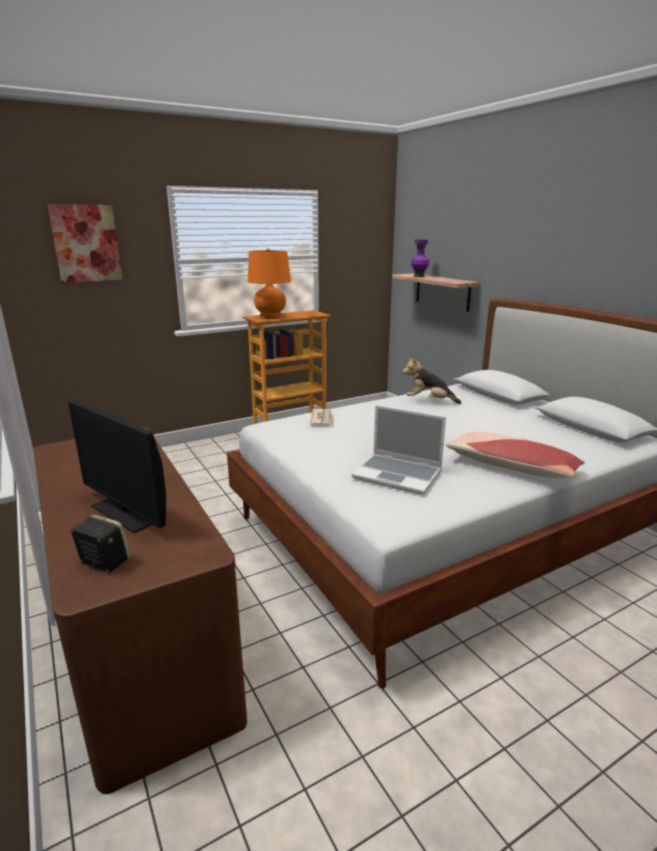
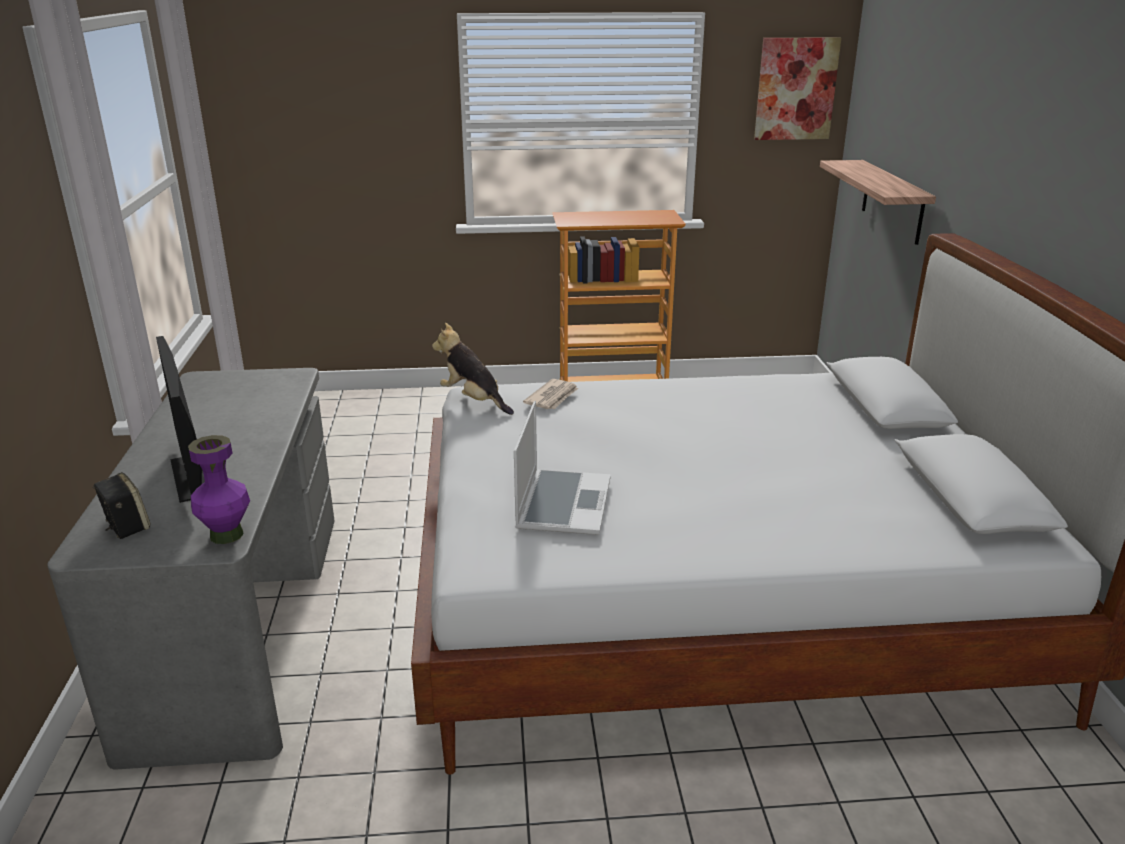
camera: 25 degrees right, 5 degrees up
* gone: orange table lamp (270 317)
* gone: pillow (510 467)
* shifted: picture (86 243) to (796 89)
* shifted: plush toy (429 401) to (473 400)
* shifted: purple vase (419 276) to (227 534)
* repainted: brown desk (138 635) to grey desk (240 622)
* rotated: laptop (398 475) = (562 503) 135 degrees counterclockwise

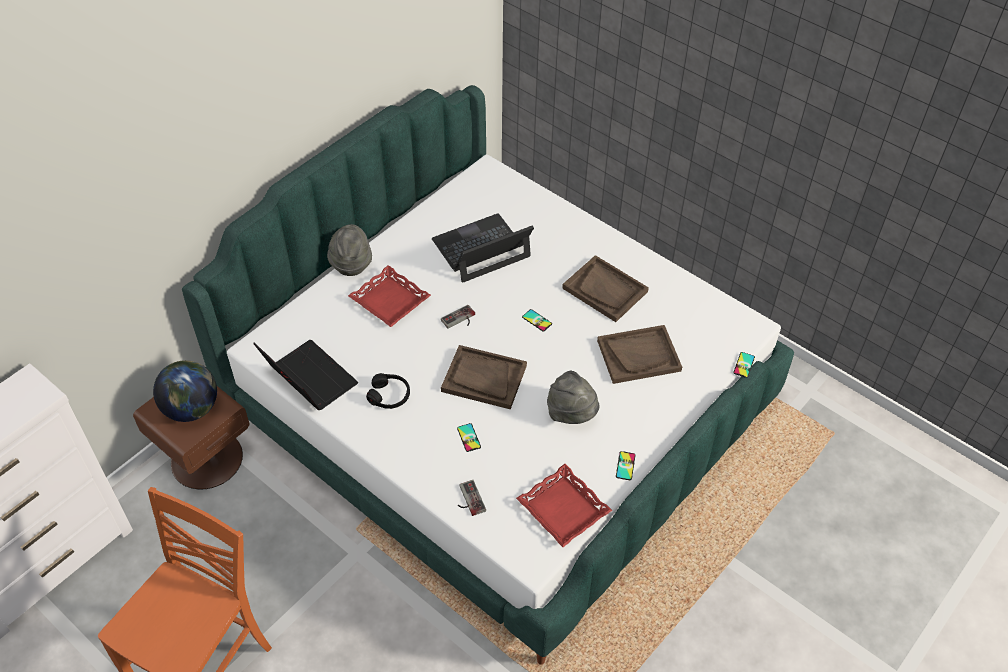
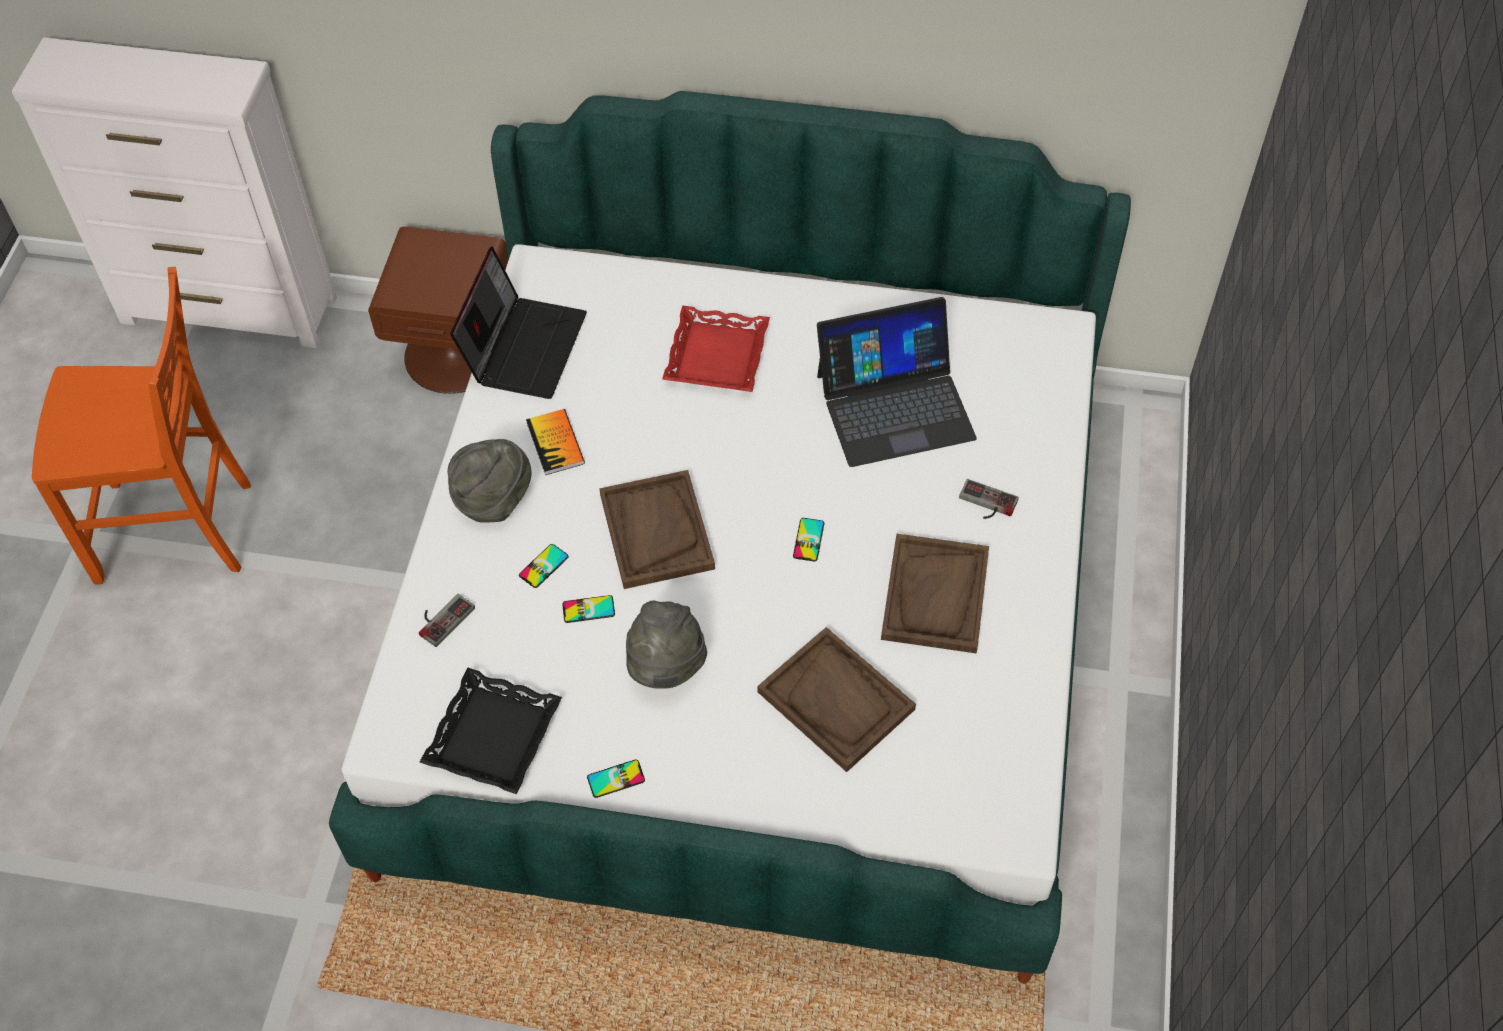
camera: 60 degrees right, 5 degrees up
* gone: globe (192 408)
* shifted: grey hat (351 263) to (493 499)
* shifted: game controller (460 320) to (986 504)
* shifted: phone (744 365) to (588 609)
* swapped: black headphones (389 395) to book (555 443)
* repainted: red tray (562 509) to black tray (492 735)
* rotated: laptop (481 249) = (894 405) 135 degrees clockwise

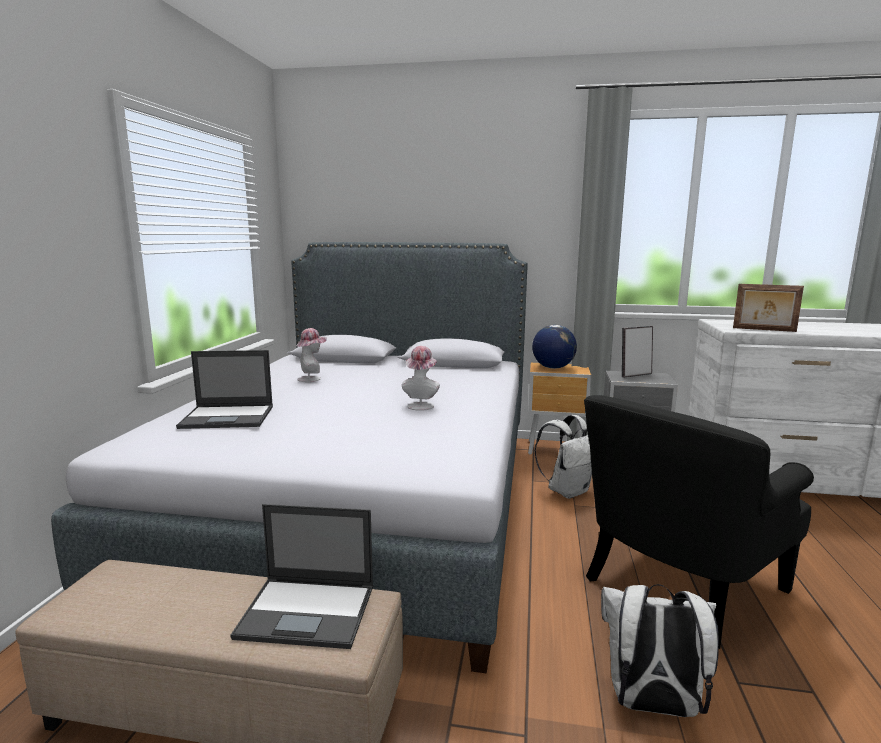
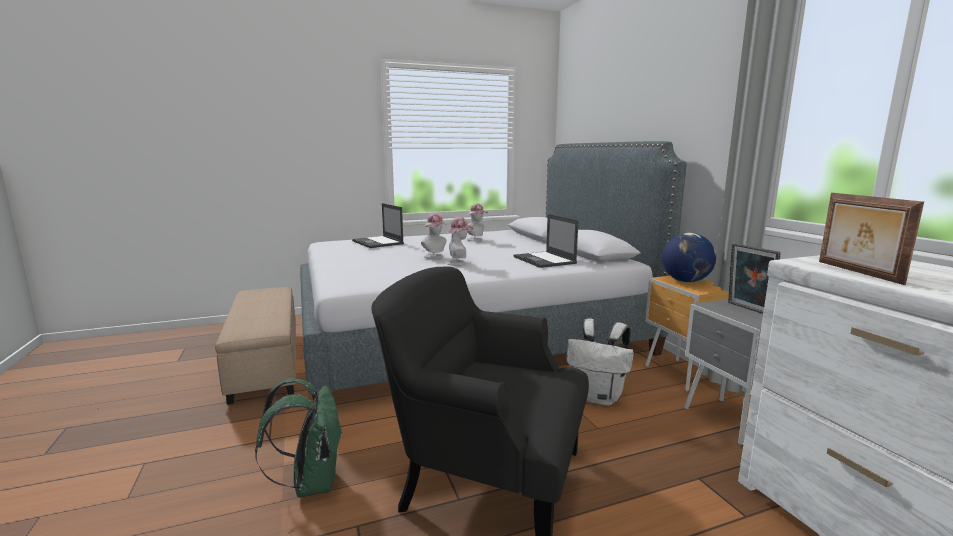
camera: 60 degrees right, 0 degrees up
* new: hat (435 257)
* shifted: laptop (309 611) to (545 260)
* repainted: white backpack (651 705) to green backpack (311 482)
* rotated: picture frame (635 375) = (748 309) 150 degrees counterclockwise

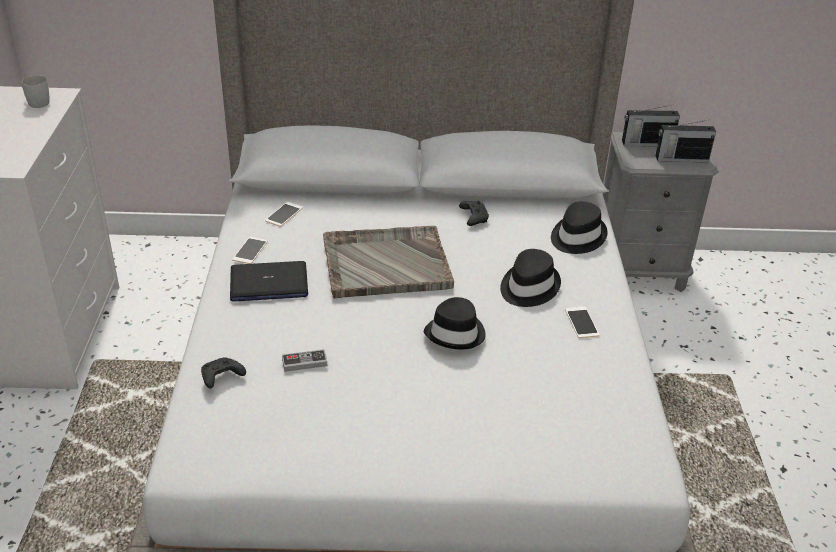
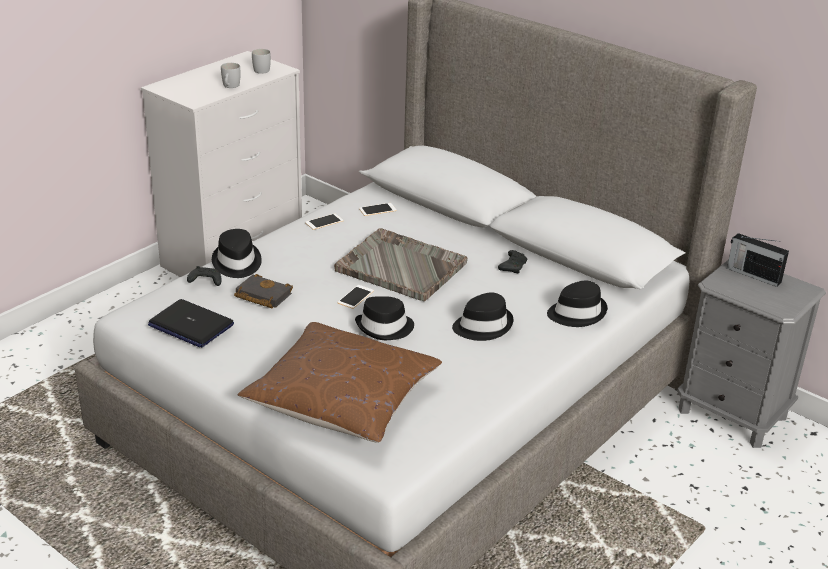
camera: 40 degrees right, 5 degrees down
* gone: radio (680 158)
* new: black hat (236 263)
* new: white mug (230 86)
* new: brown pillow (342 400)
* shifted: laptop (268 283) to (190 325)
* shifted: phone (581 322) to (355 297)
* swapped: game controller (304 362) to black book (261 296)

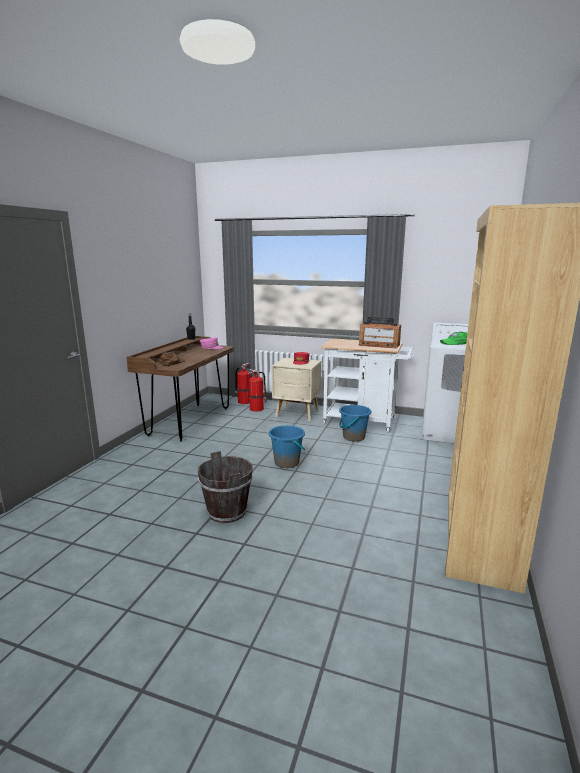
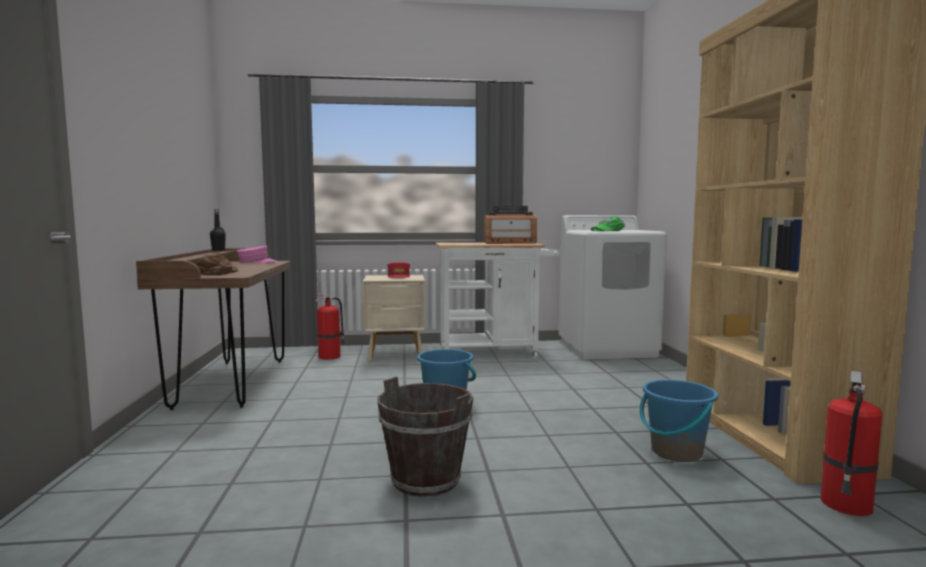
camera: 25 degrees left, 10 degrees down
* shifted: fire extinguisher (243 402) to (846 505)
* shifted: blue bucket (353 437) to (676 452)

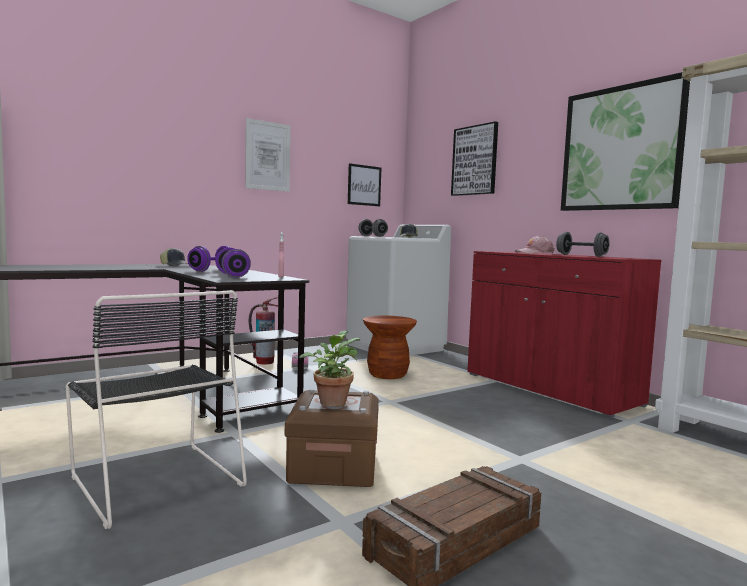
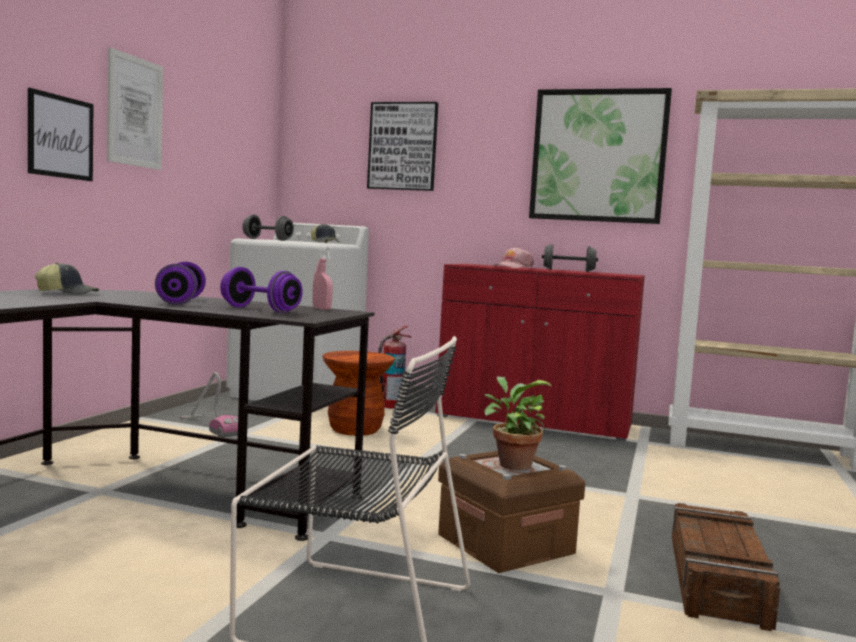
camera: 35 degrees left, 0 degrees up
* shifted: fire extinguisher (264 362) to (391 406)
* shifted: picture (364 185) to (60 137)

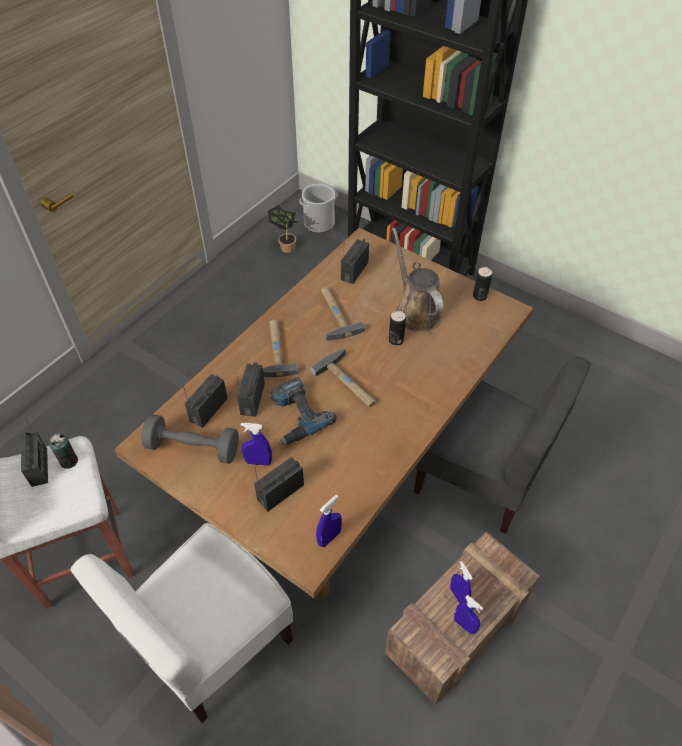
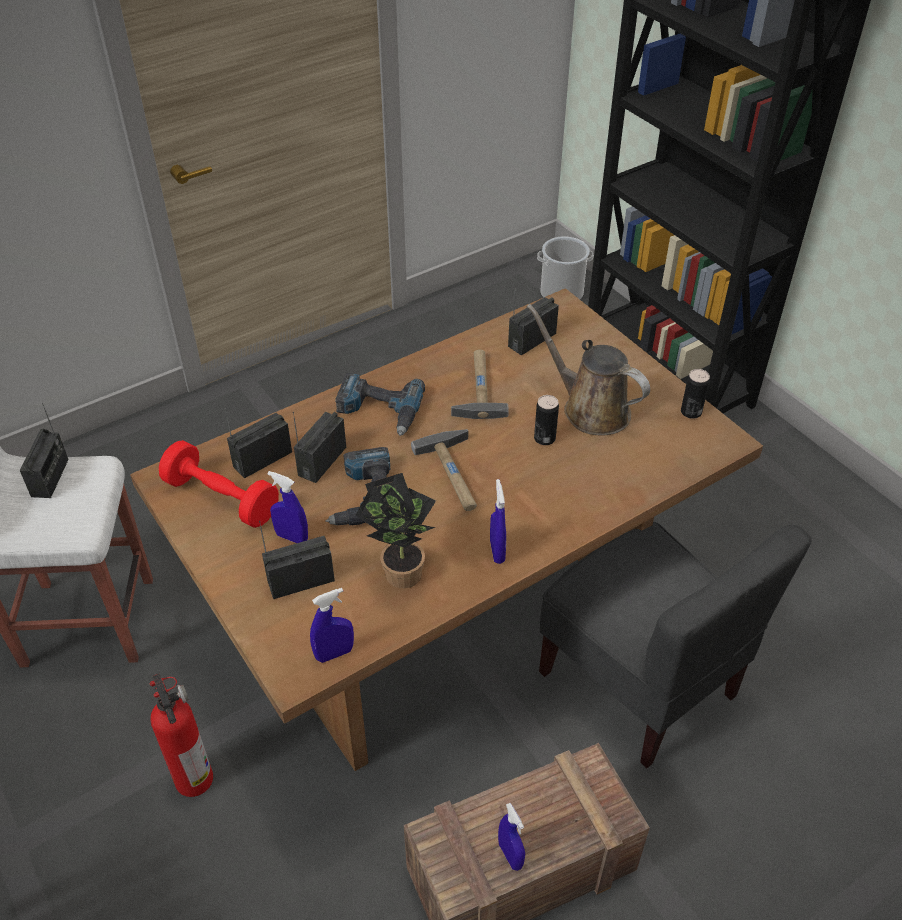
camera: 20 degrees right, 5 degrees down
* gone: can (69 461)
* shifted: potted plant (285 247) to (399 570)
* shifted: blue spray bottle (458 595) to (497 551)
* swapped: white chair (213 643) to fire extinguisher (193 776)
* swapped: hammer (274 350) to power drill (379 410)
* repainted: grey dumbbell (193 448) to red dumbbell (222 498)
* rotated: brown watering can (416 311) = (590 409) 45 degrees counterclockwise

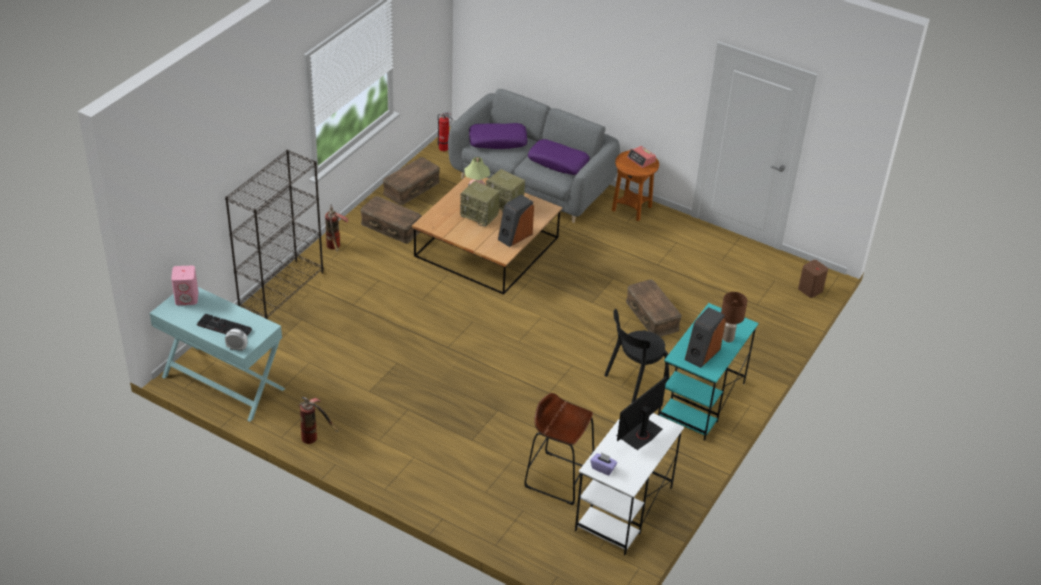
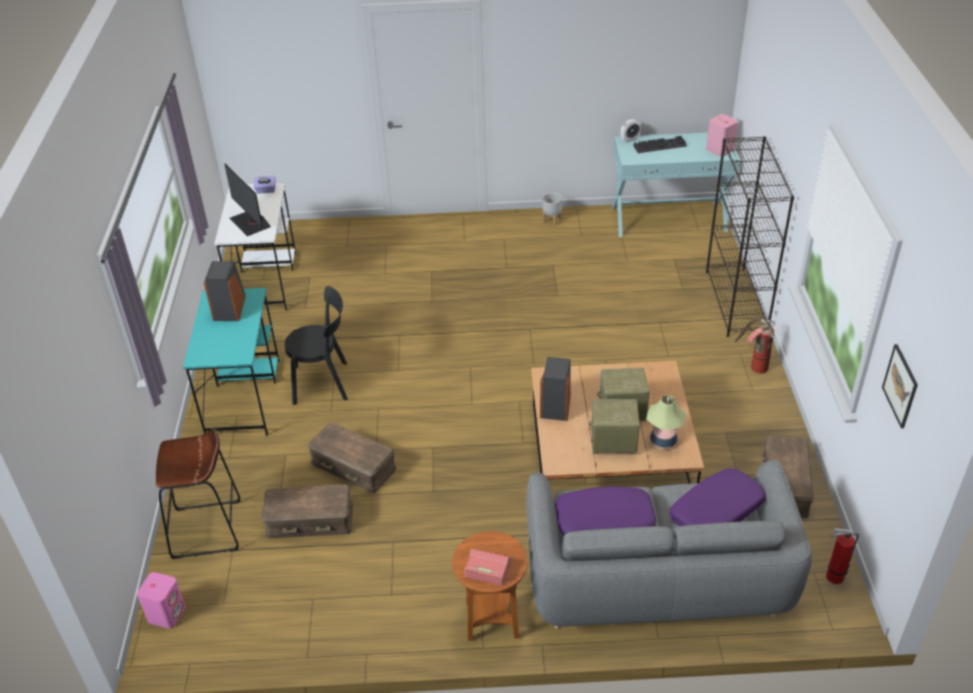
camera: 150 degrees right, 0 degrees up
* gone: brown table lamp (728 338)
* new: picture (900 386)
* shifted: brown storage box (391 226) to (309 520)
* shifted: brown stool (559 478) to (207 529)
* swapped: fire extinguisher (315 437) to grey planter (552 219)
* repainted: brown speaker (810 290) to pink speaker (167 613)
* rotated: black chair (634 382) = (324 383) 60 degrees clockwise
* rotated: monitor (640 433) = (251 223) 135 degrees clockwise

